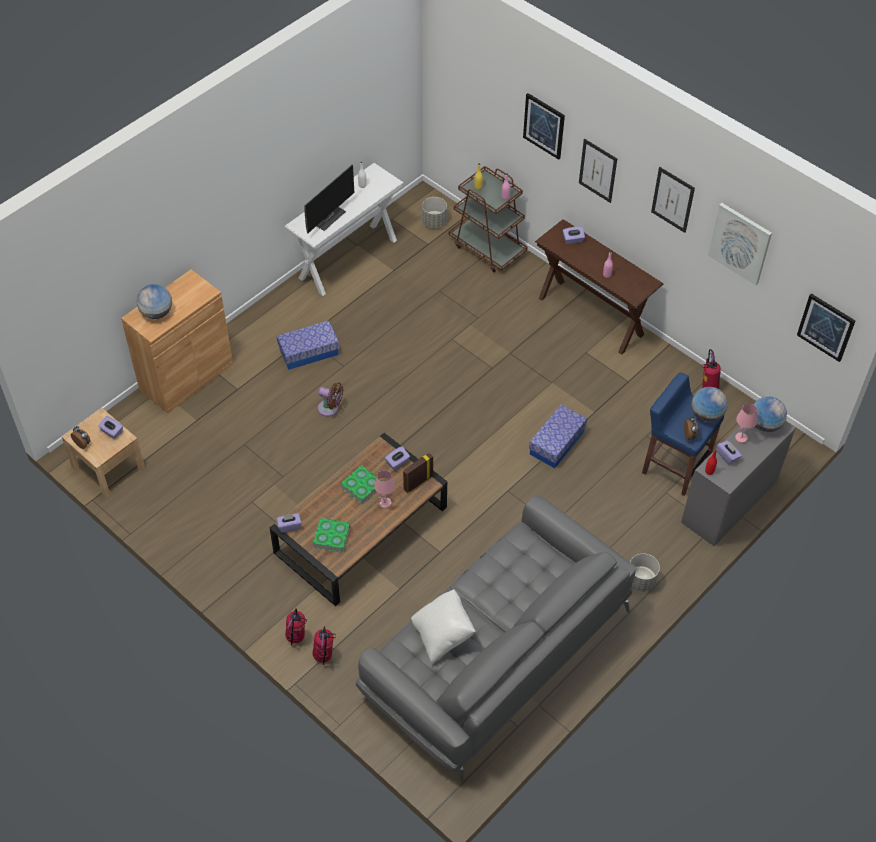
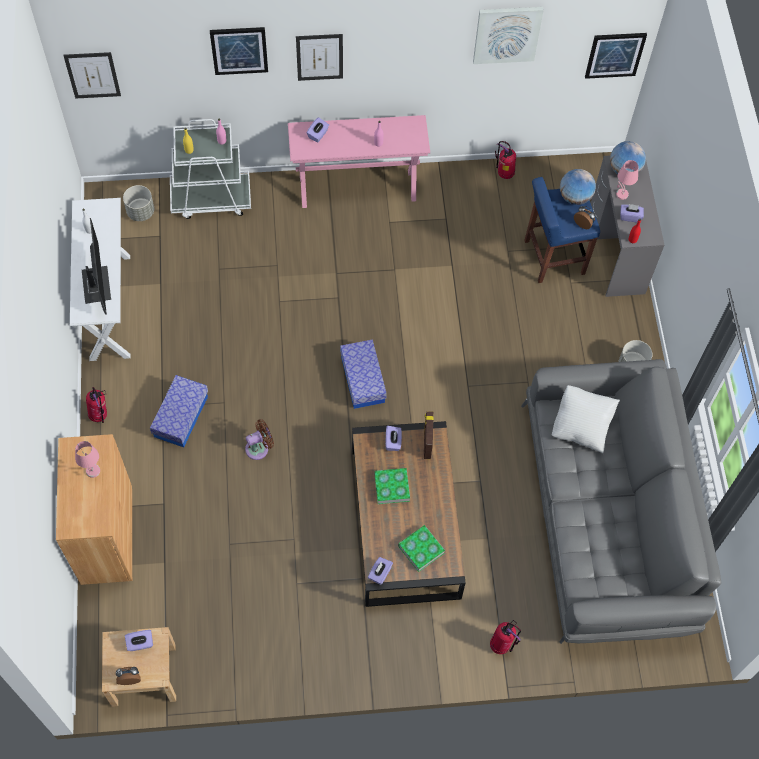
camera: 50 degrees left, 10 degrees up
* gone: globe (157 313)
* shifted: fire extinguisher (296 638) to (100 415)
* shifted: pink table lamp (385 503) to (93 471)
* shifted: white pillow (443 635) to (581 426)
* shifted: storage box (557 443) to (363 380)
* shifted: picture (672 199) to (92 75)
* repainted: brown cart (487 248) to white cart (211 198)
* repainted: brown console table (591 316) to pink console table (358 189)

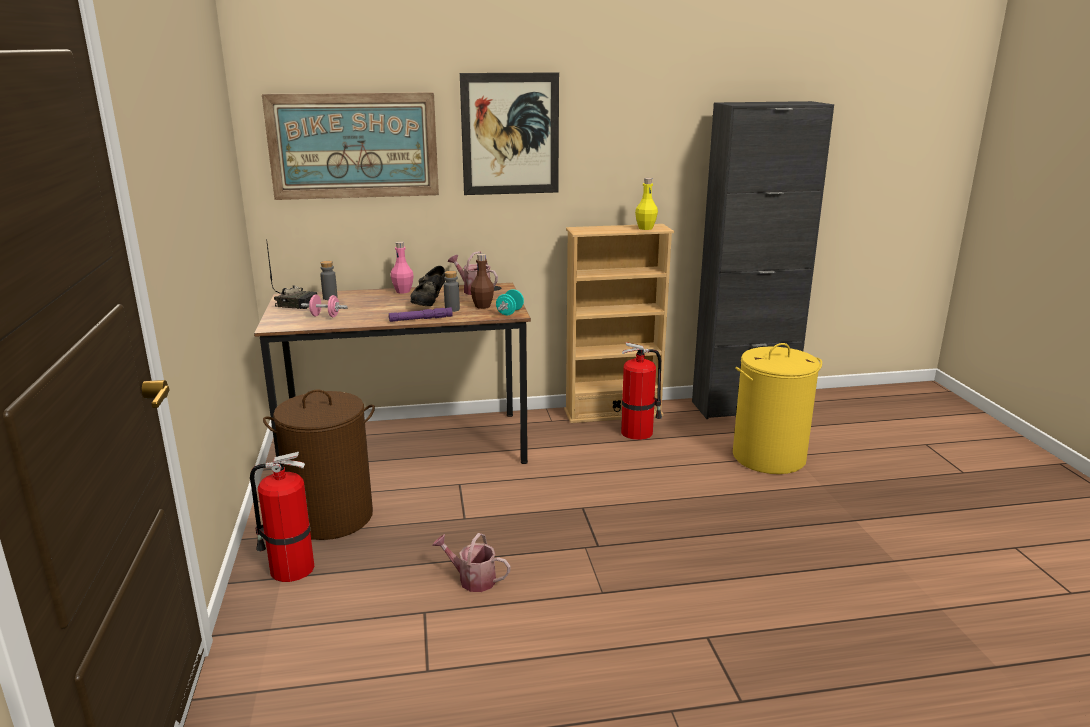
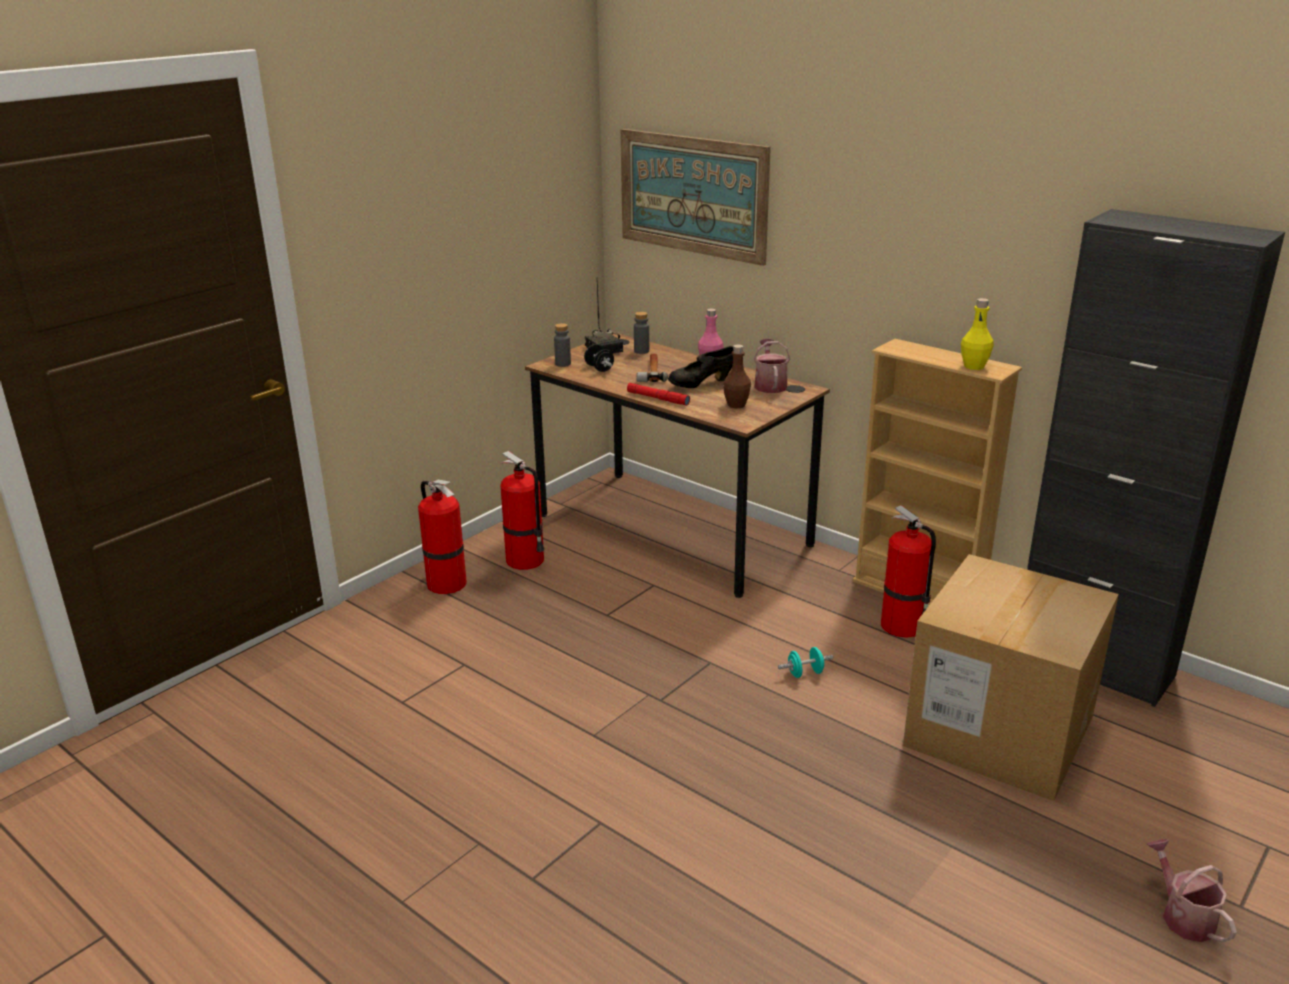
camera: 50 degrees right, 5 degrees up
* gone: picture (510 134)
* new: hammer (652 370)
* shifted: watering can (472 579) to (1183 915)
* shifted: grey bottle (452 309) to (563 364)
* shifted: turquoise dumbbell (510 312) to (805 673)
* swapped: brown laundry basket (332 517) to fire extinguisher (526 560)
* swapped: yellow laundry basket (769 457) to cardboard box (999 731)
* repainted: pink dumbbell (325 316) to black dumbbell (599 368)
* repainted: purple flashlight (421 319) to red flashlight (658 398)

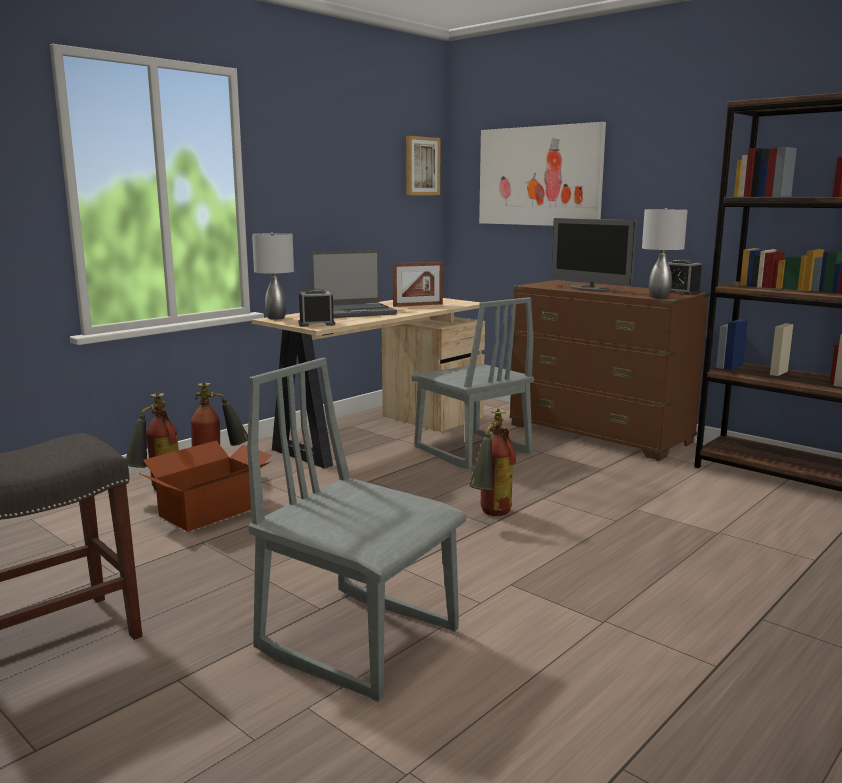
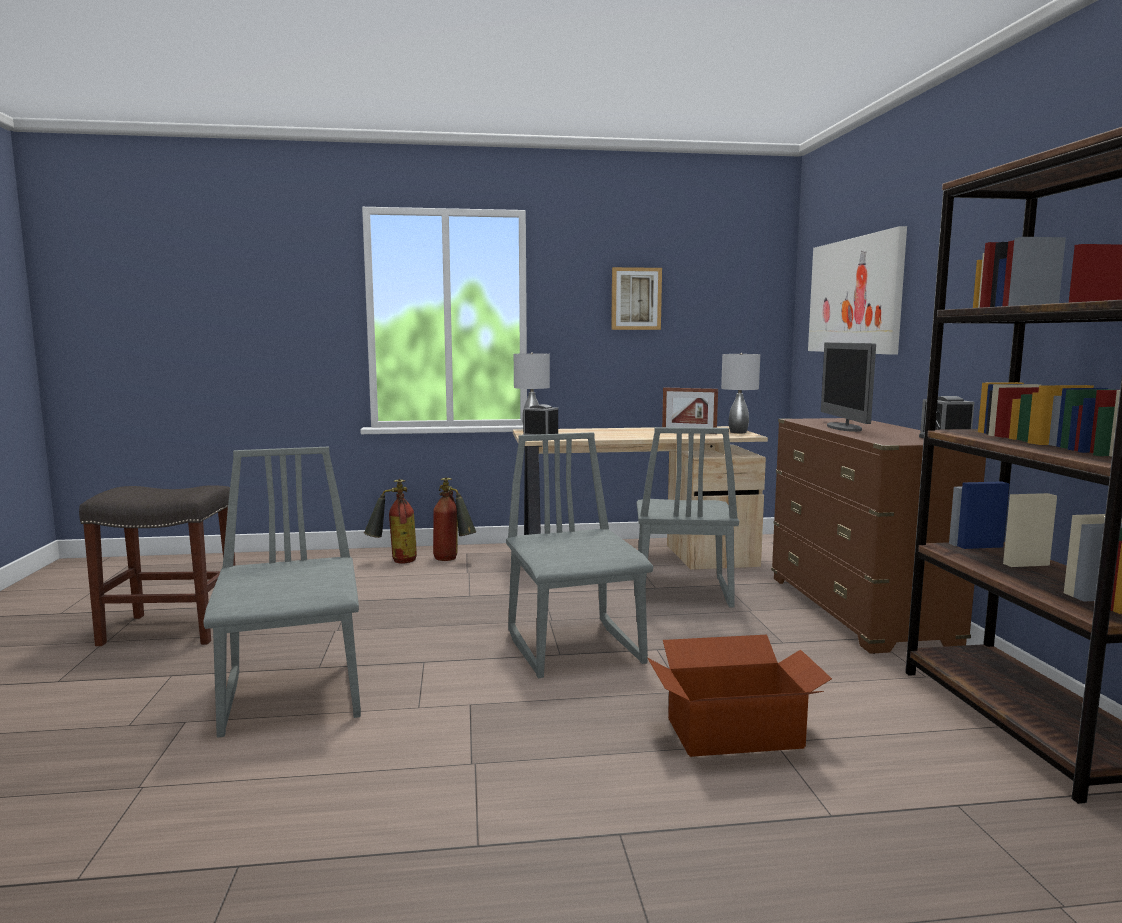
camera: 40 degrees right, 5 degrees down
* gone: laptop (353 312)
* shifted: cardboard box (212 511) to (736 733)
* shifted: picture (422 166) to (636 299)
* shifted: grey table lamp (659 297) to (738 432)
* swapped: fire extinguisher (490 516) to grey chair (576 648)

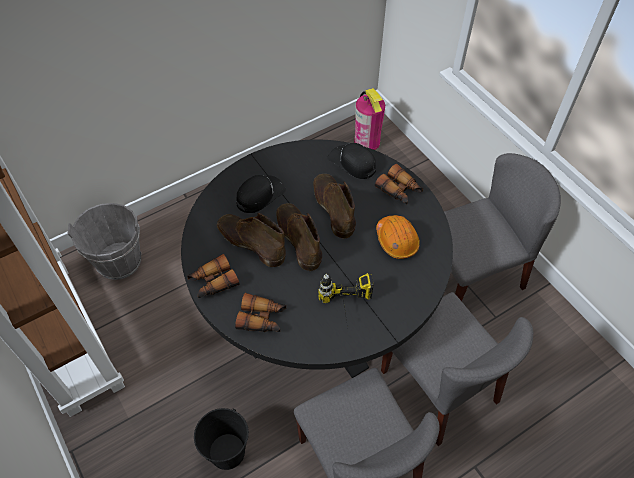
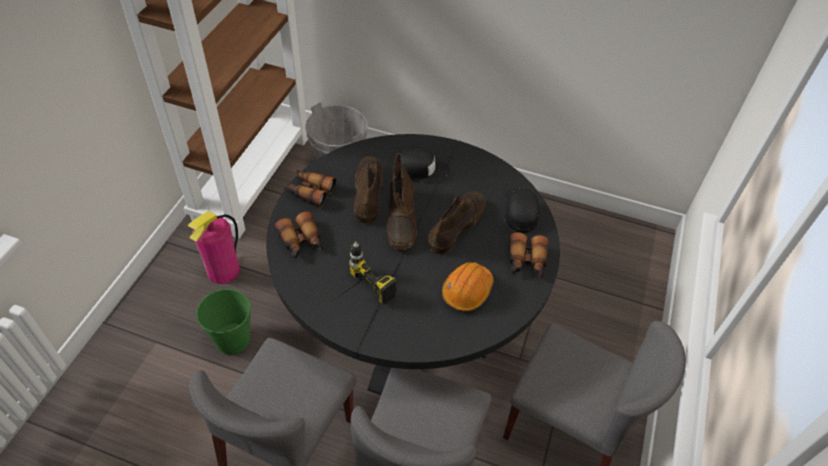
camera: 50 degrees right, 5 degrees down
* shifted: fire extinguisher (367 142) to (223 270)
* repainted: black bucket (227 452) to green bucket (232 339)
* rotated: brown boot (298 238) = (401 220) 150 degrees clockwise

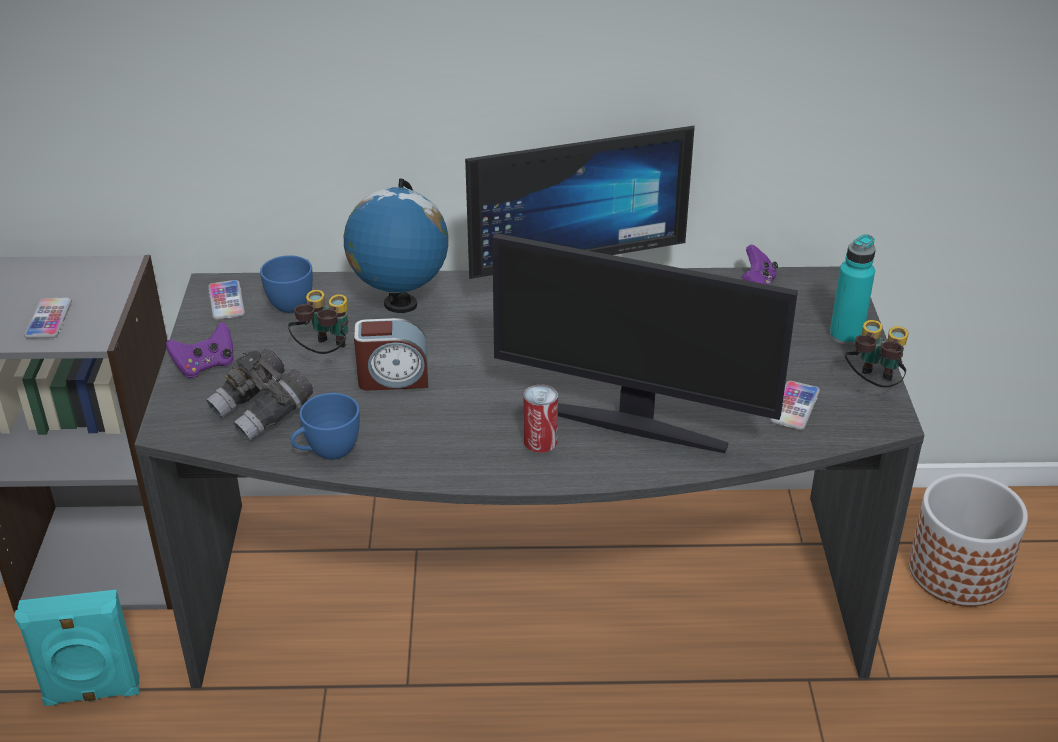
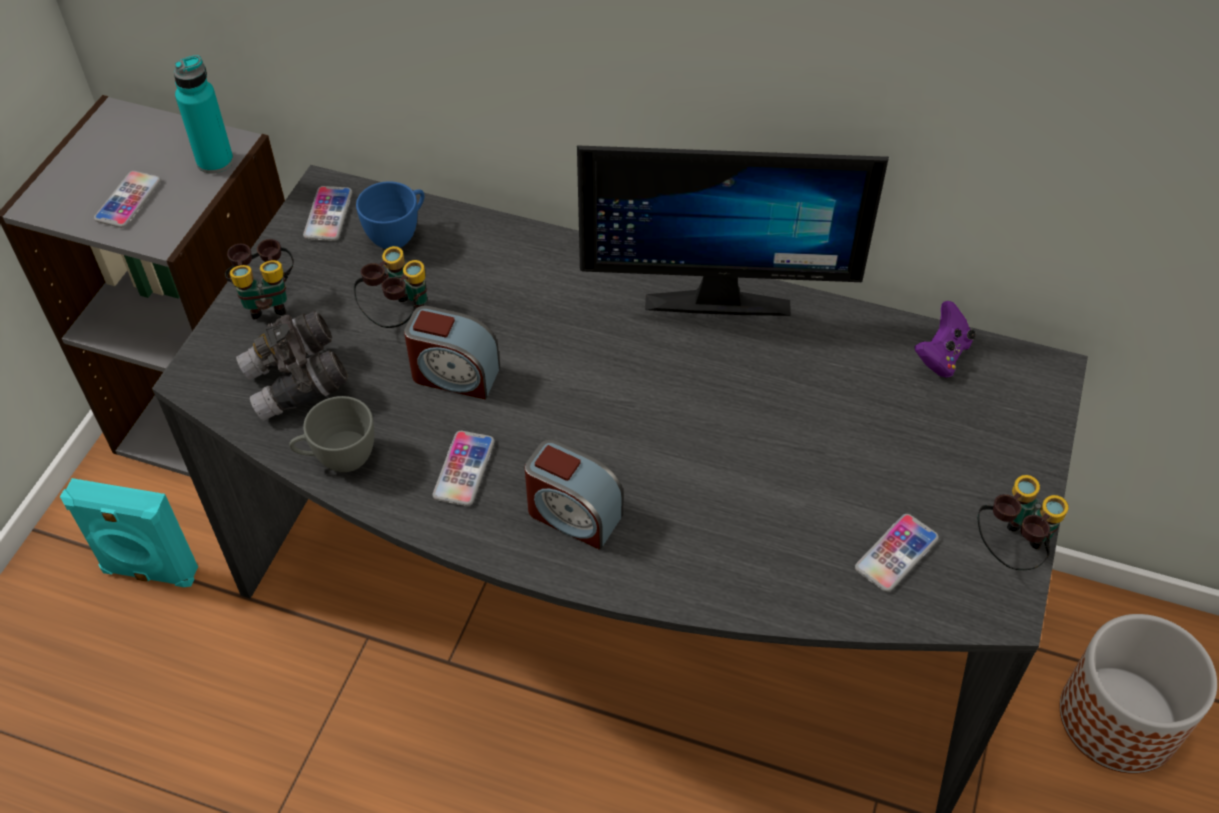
camera: 20 degrees right, 15 degrees up
* gone: globe (400 304)
* gone: monitor (633 424)
* new: phone (464 469)
* shifted: turquoise bottle (846 336) to (215 161)
* swapped: purple game controller (205 366) to binoculars (267 300)
* swapped: can (540 441) to alarm clock (573 514)
* repainted: blue cup (327 452) to grey cup (338 459)

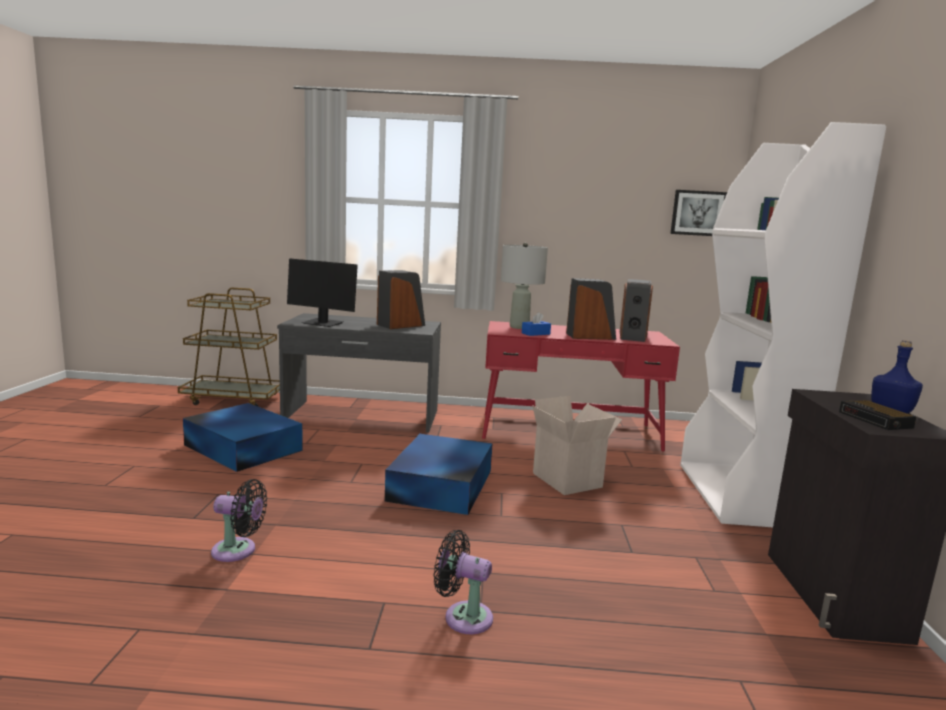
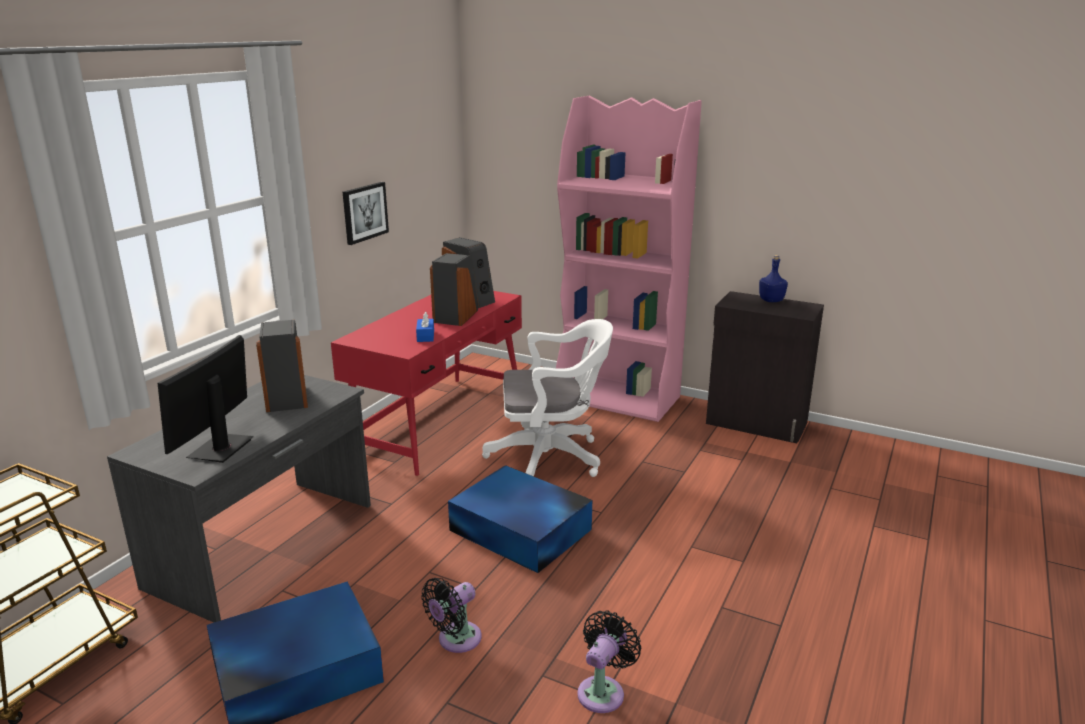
camera: 65 degrees left, 10 degrees up
* gone: grey table lamp (519 327)
* gone: alarm clock (876 420)
* shifted: black fan (463 616) to (456 640)
* shifted: picture (698 213) to (364 212)
* swapped: cardboard box (569 480) to white office chair (551 458)
* repainted: white bookcase (738 495) to pink bookcase (619 398)
* rotated: monitor (323 323) = (220 449) 150 degrees clockwise

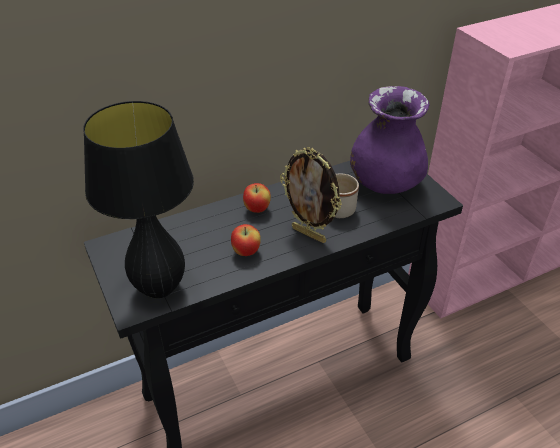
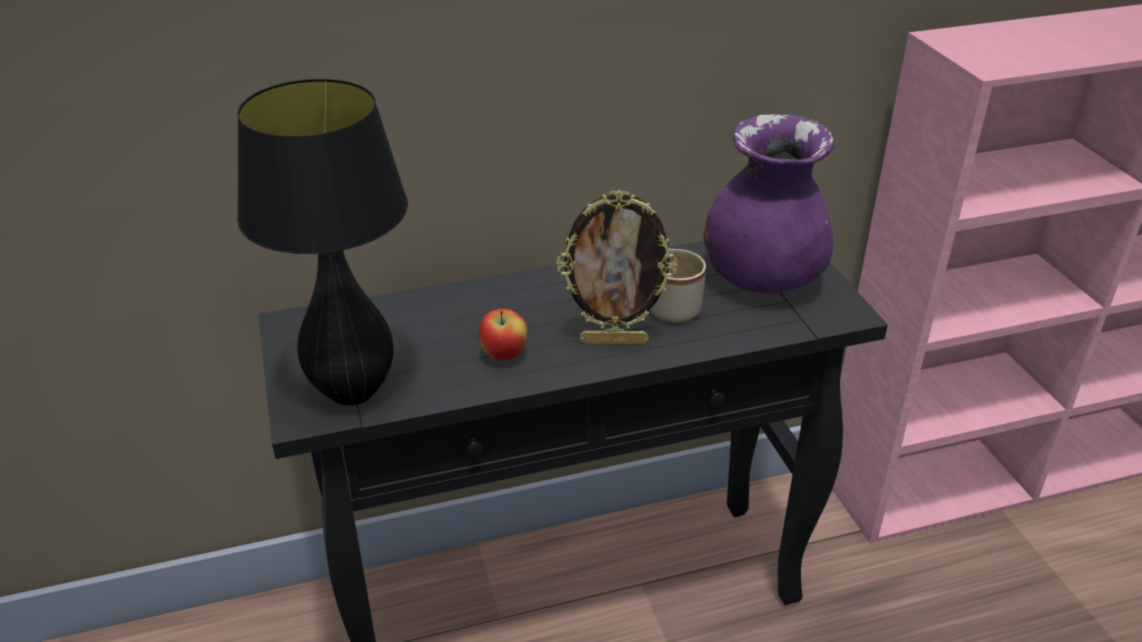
camera: 10 degrees right, 5 degrees down
* gone: apple (257 209)
* rotated: picture frame (309 234) = (614 341) 45 degrees counterclockwise

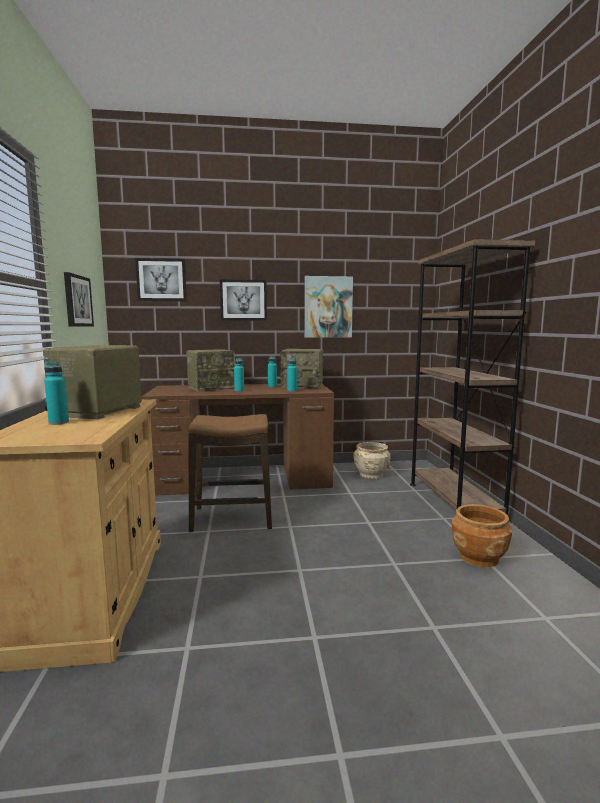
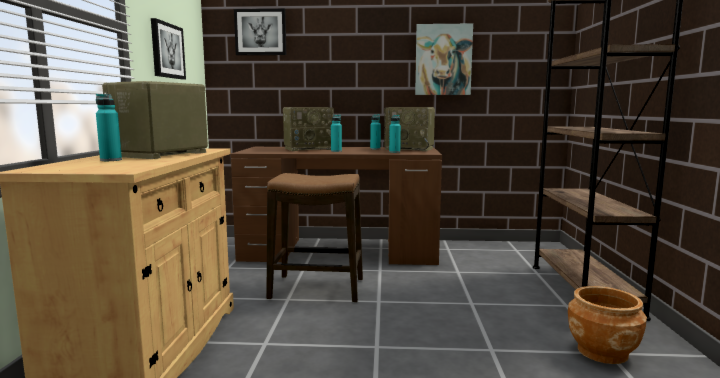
camera: 10 degrees right, 0 degrees up
* gone: picture (243 300)
* gone: beige planter (371 474)

